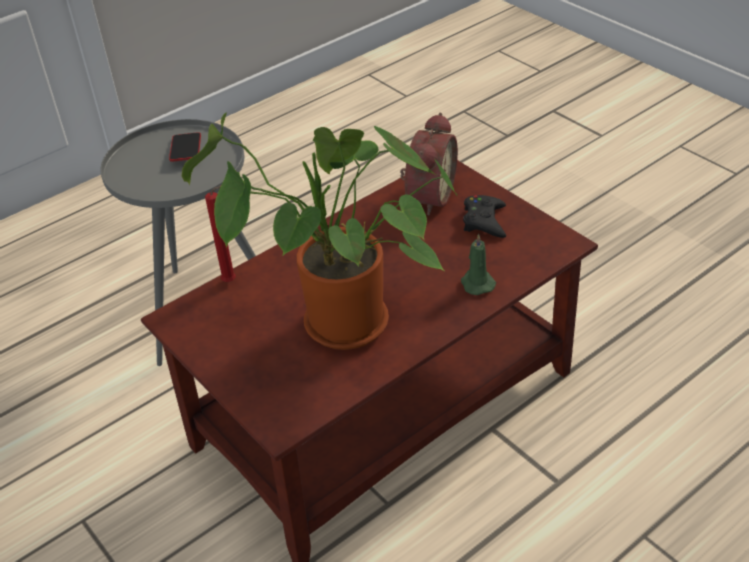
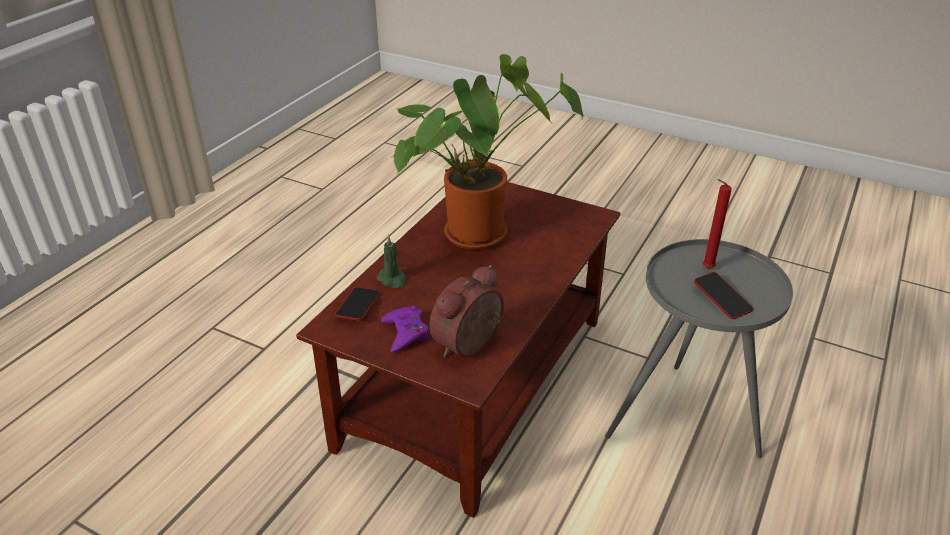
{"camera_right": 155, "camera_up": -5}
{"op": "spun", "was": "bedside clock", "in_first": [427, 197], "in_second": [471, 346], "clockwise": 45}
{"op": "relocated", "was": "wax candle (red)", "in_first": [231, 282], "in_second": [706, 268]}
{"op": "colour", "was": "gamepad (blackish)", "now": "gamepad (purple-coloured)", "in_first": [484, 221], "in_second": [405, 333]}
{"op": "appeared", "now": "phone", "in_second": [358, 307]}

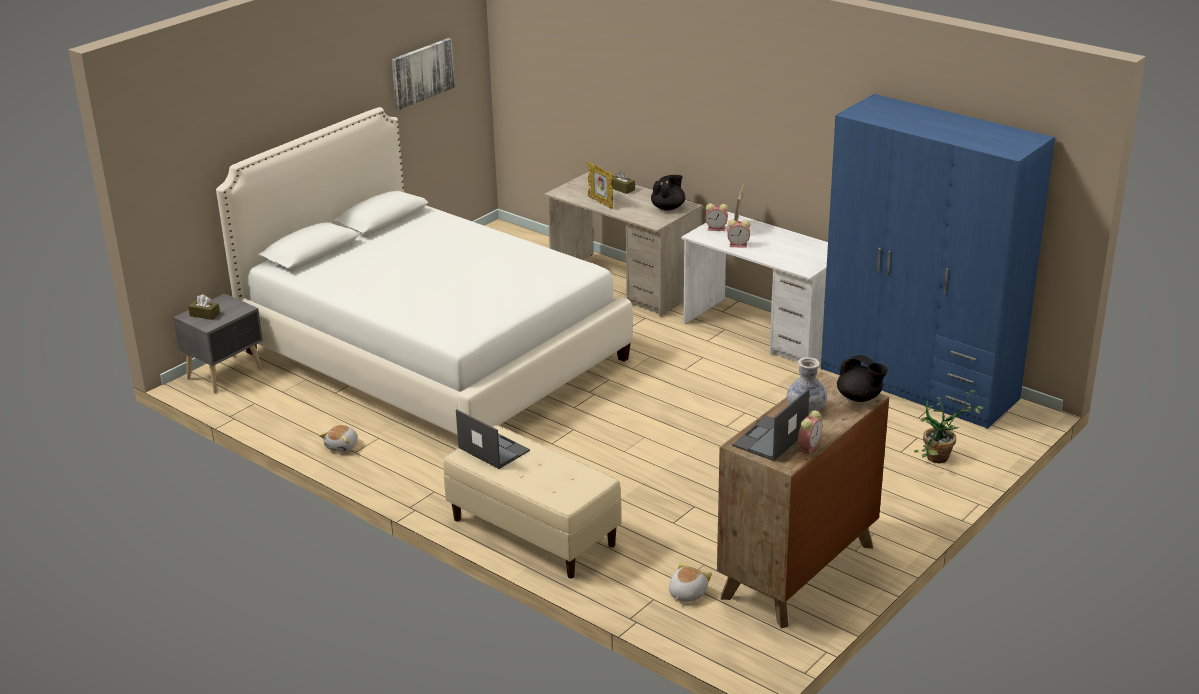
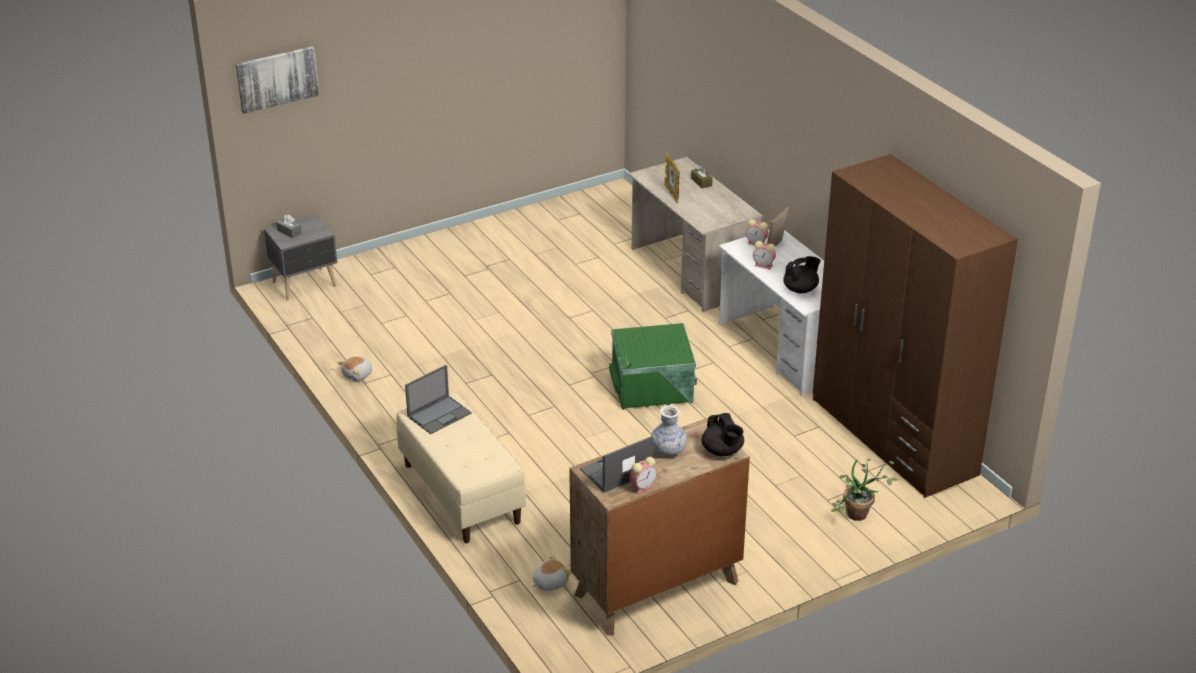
{"camera_right": 20, "camera_up": 5}
{"op": "relocated", "was": "wall picture", "in_first": [422, 73], "in_second": [277, 78]}
{"op": "colour", "was": "armoire (blue)", "now": "armoire (brownish)", "in_first": [919, 384], "in_second": [893, 437]}
{"op": "missing", "was": "bedroom bed (whitish)", "in_first": [434, 355]}
{"op": "relocated", "was": "teapot (blackish)", "in_first": [668, 208], "in_second": [801, 289]}
{"op": "colour", "was": "box of tissues (brownish)", "now": "box of tissues (greyish)", "in_first": [204, 315], "in_second": [289, 232]}
{"op": "spun", "was": "notebook computer", "in_first": [493, 449], "in_second": [439, 414], "clockwise": 75}
{"op": "appeared", "now": "storage box (greenish)", "in_second": [653, 389]}

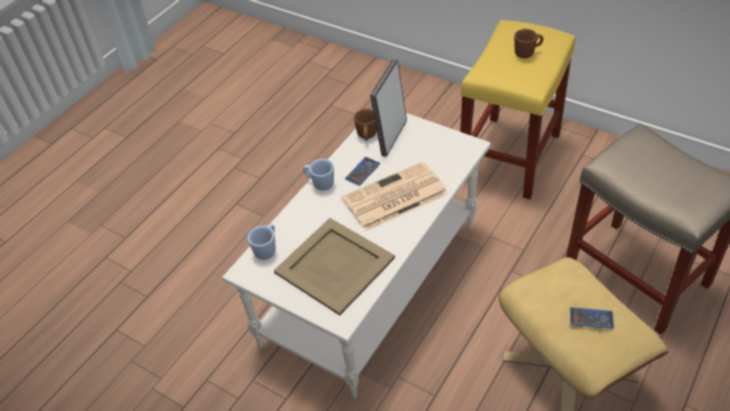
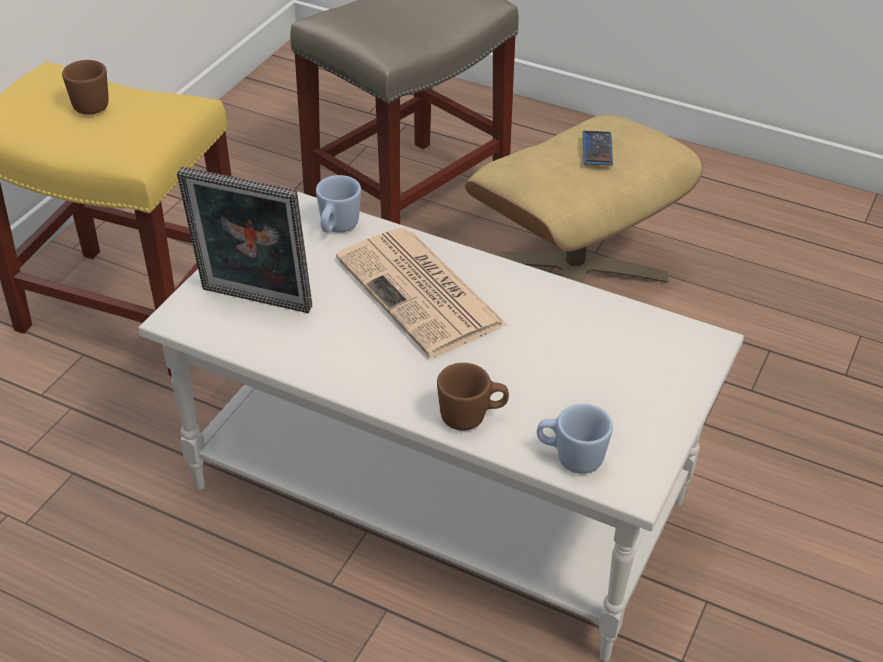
{"camera_right": -100, "camera_up": -5}
{"op": "relocated", "was": "coffee mug (brownish)", "in_first": [366, 136], "in_second": [471, 417]}
{"op": "missing", "was": "phone", "in_first": [362, 171]}
{"op": "relocated", "was": "coffee mug (blue)", "in_first": [320, 183], "in_second": [337, 228]}
{"op": "missing", "was": "tray (beige-coloured)", "in_first": [333, 265]}

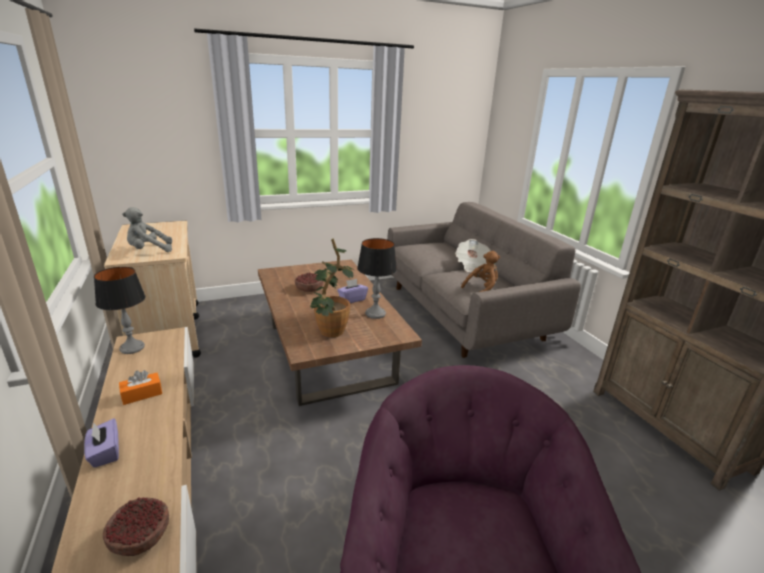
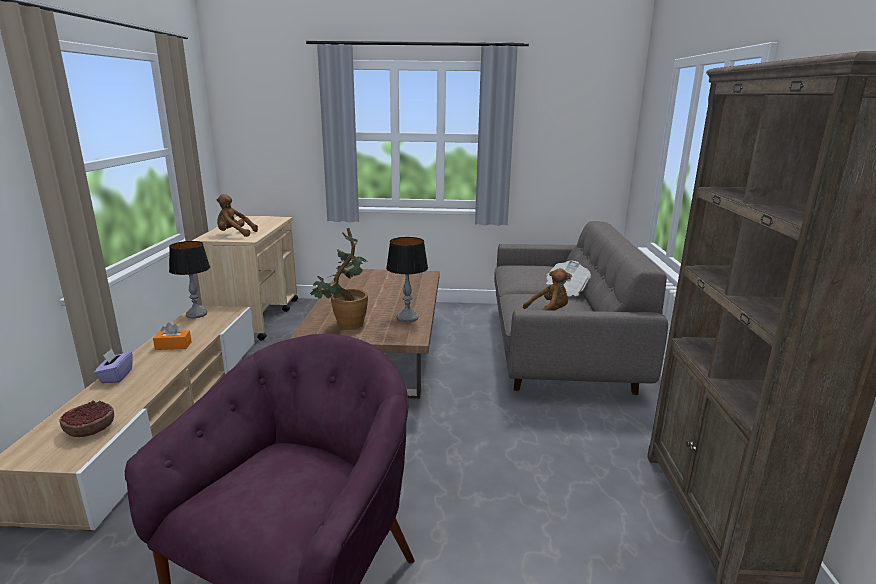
{"camera_right": 25, "camera_up": -5}
{"op": "colour", "was": "soft toy (greyish)", "now": "soft toy (brownish)", "in_first": [149, 250], "in_second": [234, 234]}
{"op": "missing", "was": "bowl", "in_first": [309, 288]}
{"op": "missing", "was": "box of tissues (purple-coloured)", "in_first": [352, 299]}

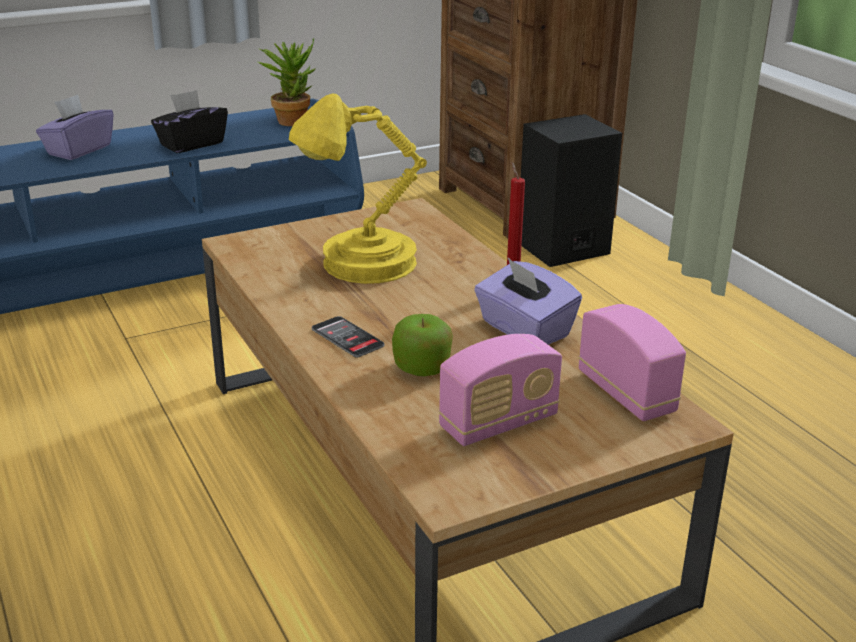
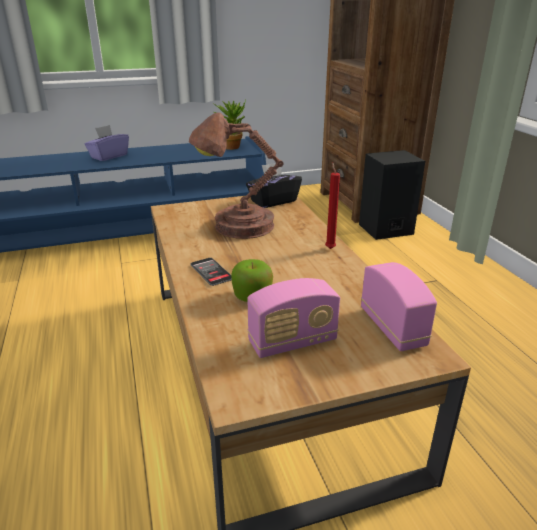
{"camera_right": 10, "camera_up": 0}
{"op": "relocated", "was": "box of tissues (blackish)", "in_first": [191, 144], "in_second": [273, 201]}
{"op": "colour", "was": "lamp for a table (yellow-coloured)", "now": "lamp for a table (brownish)", "in_first": [362, 265], "in_second": [239, 227]}
{"op": "missing", "was": "box of tissues (purple-coloured)", "in_first": [524, 330]}

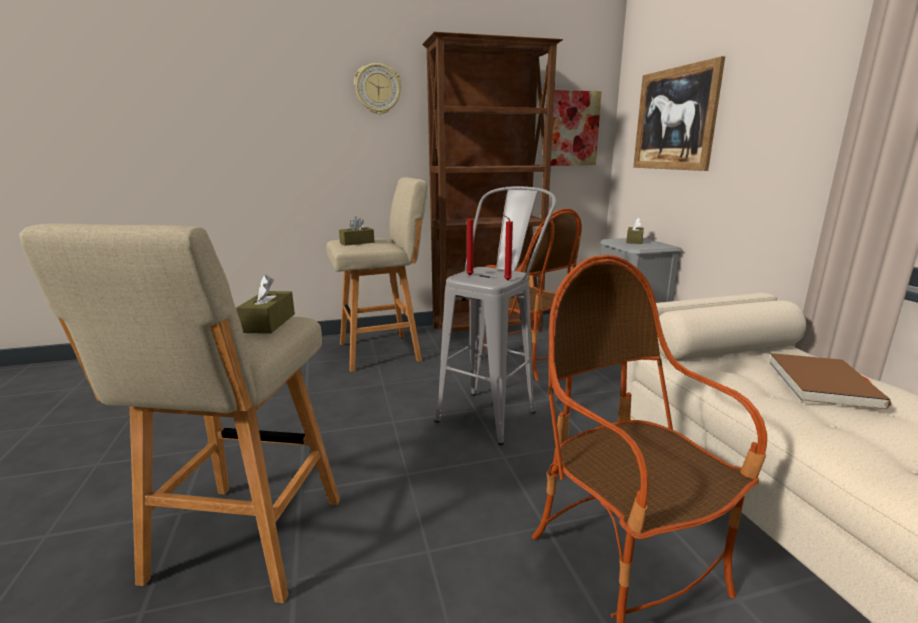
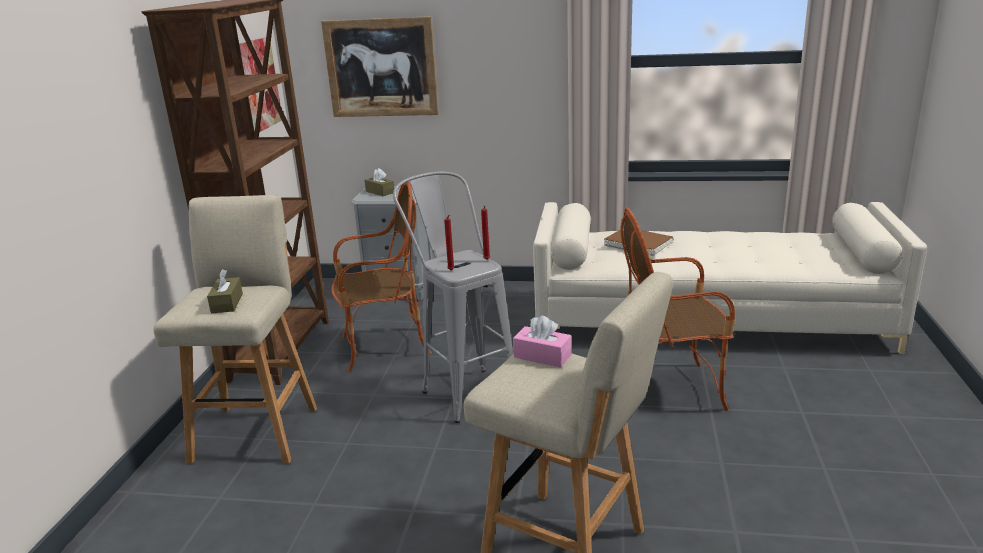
{"camera_right": -65, "camera_up": 5}
{"op": "missing", "was": "wall clock", "in_first": [377, 89]}
{"op": "colour", "was": "box of tissues (brownish)", "now": "box of tissues (pink-coloured)", "in_first": [268, 323], "in_second": [542, 356]}

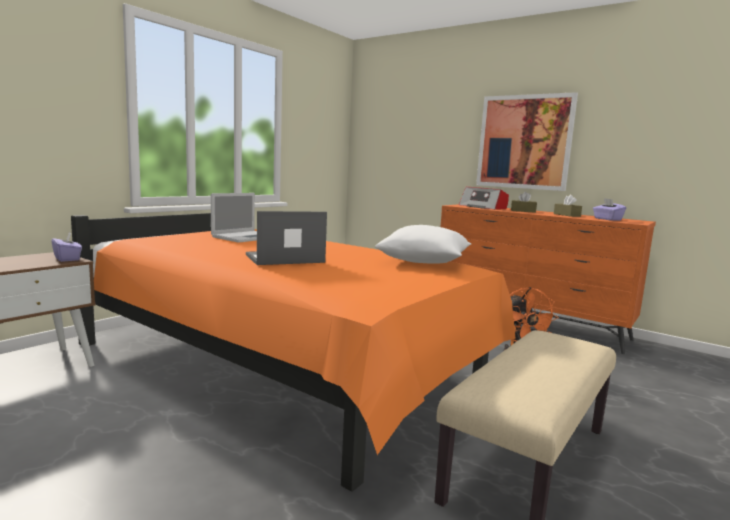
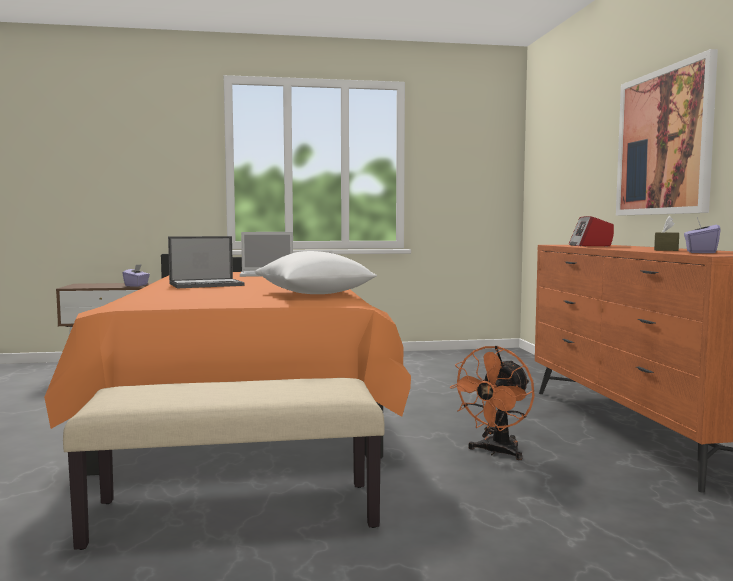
{"camera_right": 45, "camera_up": -5}
{"op": "missing", "was": "box of tissues (brownish)", "in_first": [523, 211]}
{"op": "spun", "was": "notebook computer", "in_first": [283, 259], "in_second": [207, 284], "clockwise": 135}

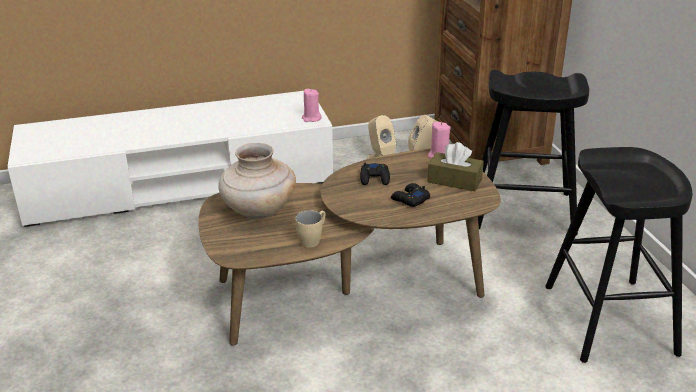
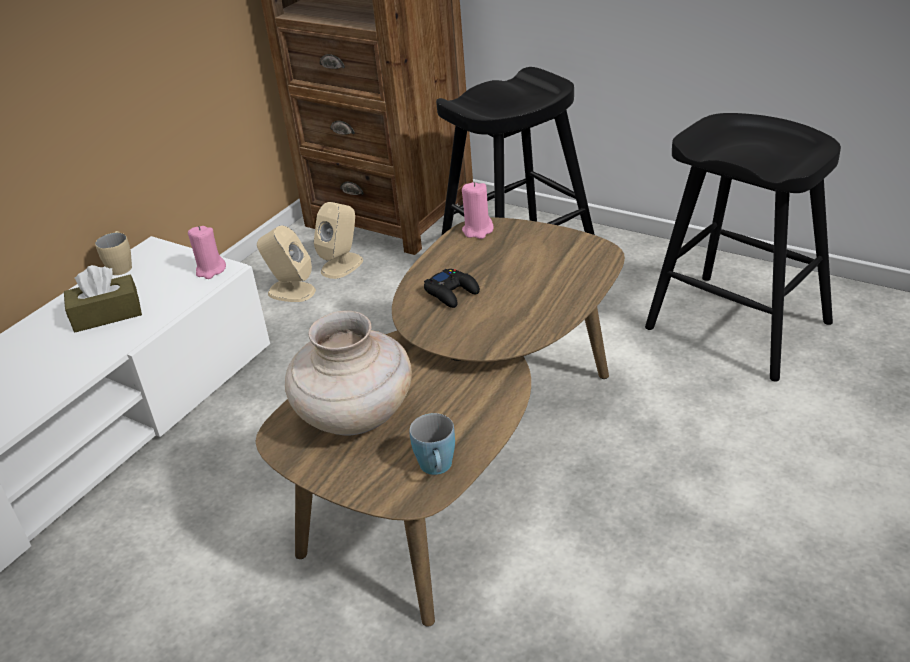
{"camera_right": -40, "camera_up": 5}
{"op": "relocated", "was": "box of tissues (brownish)", "in_first": [454, 181], "in_second": [107, 315]}
{"op": "missing", "was": "gamepad (blackish)", "in_first": [410, 199]}
{"op": "relocated", "was": "coffee mug (beige-coloured)", "in_first": [313, 239], "in_second": [121, 265]}
{"op": "appeared", "now": "coffee mug (blue)", "in_second": [437, 469]}

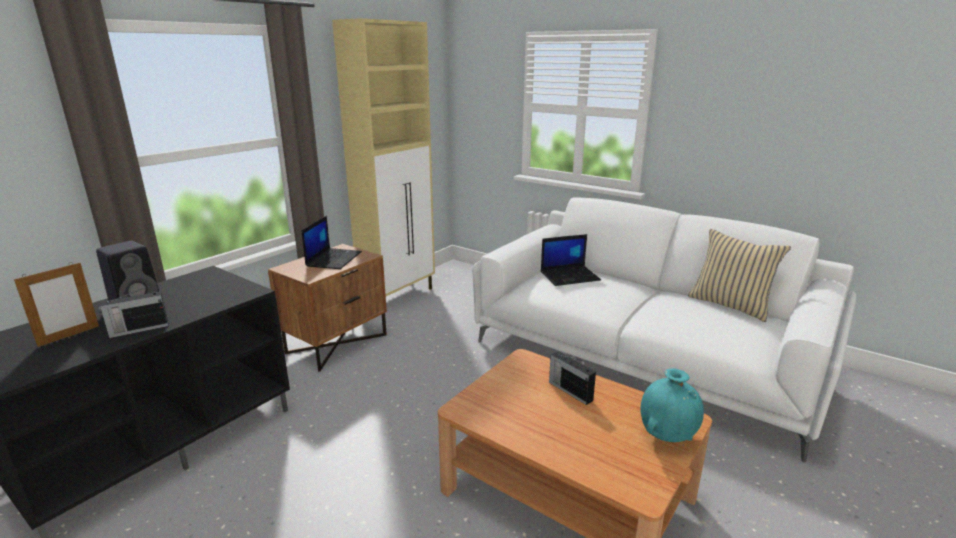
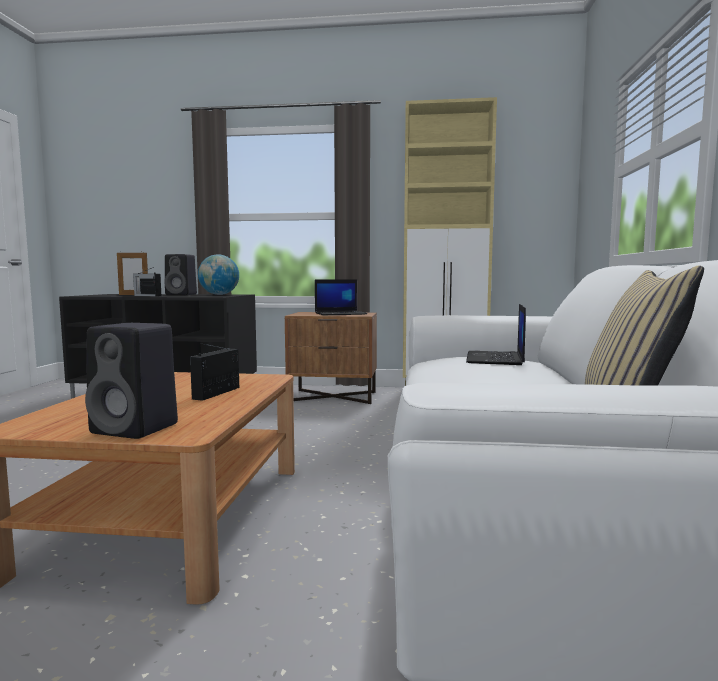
{"camera_right": 60, "camera_up": -15}
{"op": "spun", "was": "notebook computer", "in_first": [570, 276], "in_second": [495, 359], "clockwise": 60}
{"op": "exchanged", "was": "flower vase (turquoise-coloured)", "now": "loudspeaker (blackish)", "in_first": [667, 436], "in_second": [137, 429]}
{"op": "appeared", "now": "world globe", "in_second": [219, 294]}

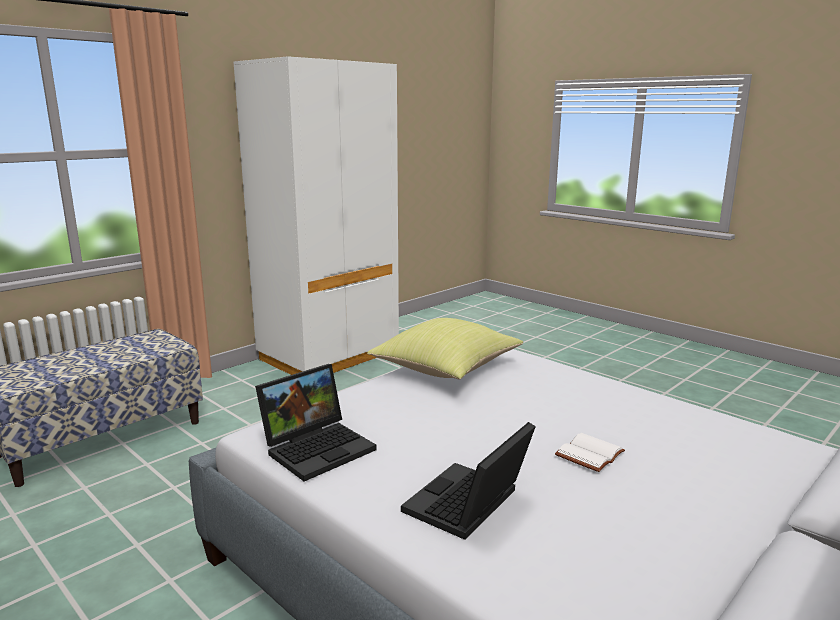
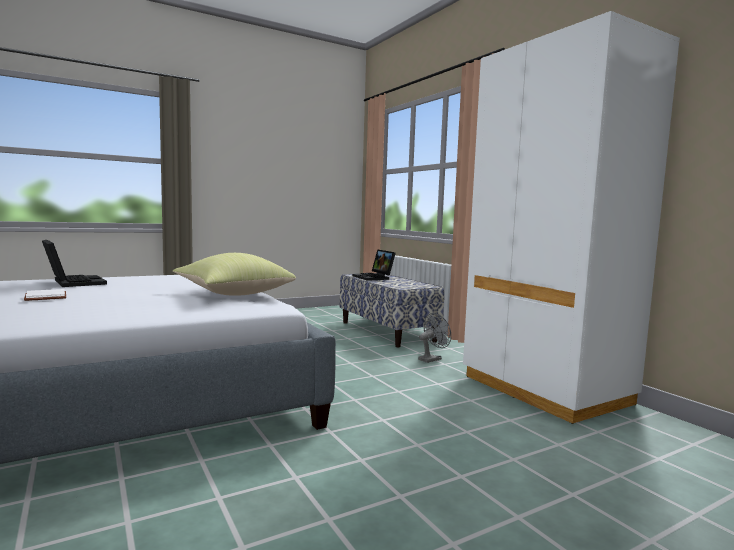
{"camera_right": 105, "camera_up": -10}
{"op": "relocated", "was": "notebook computer", "in_first": [319, 447], "in_second": [374, 277]}
{"op": "appeared", "now": "electric fan (greyish)", "in_second": [432, 359]}

